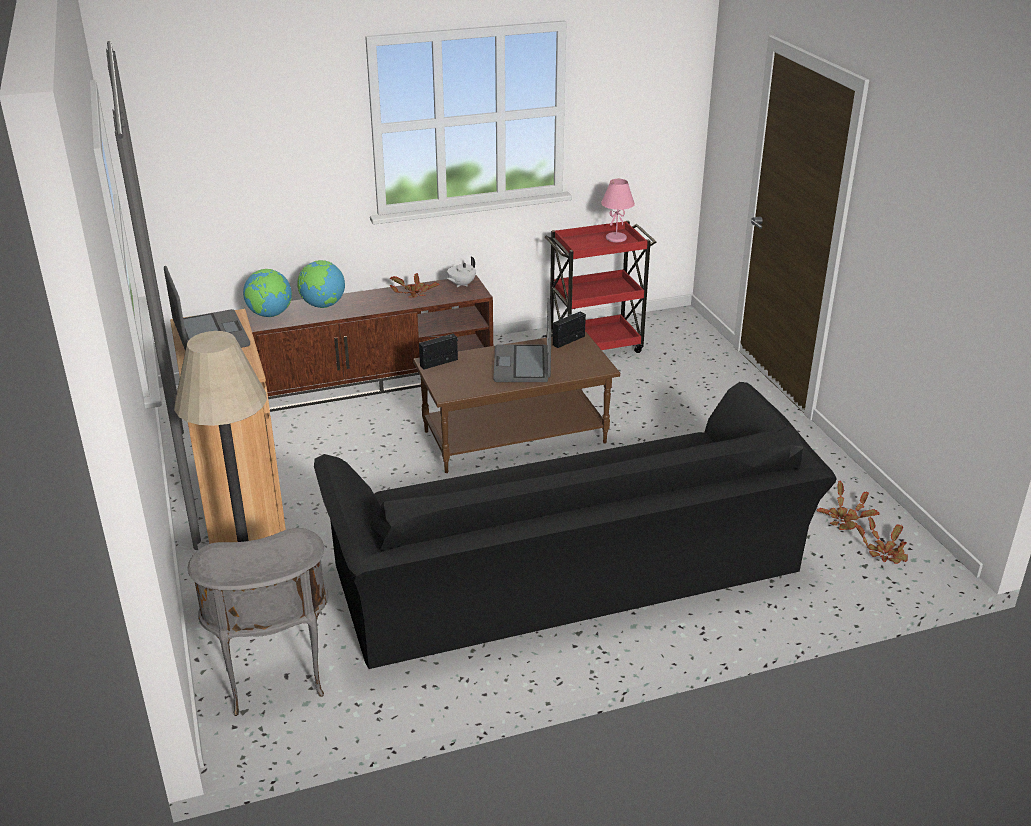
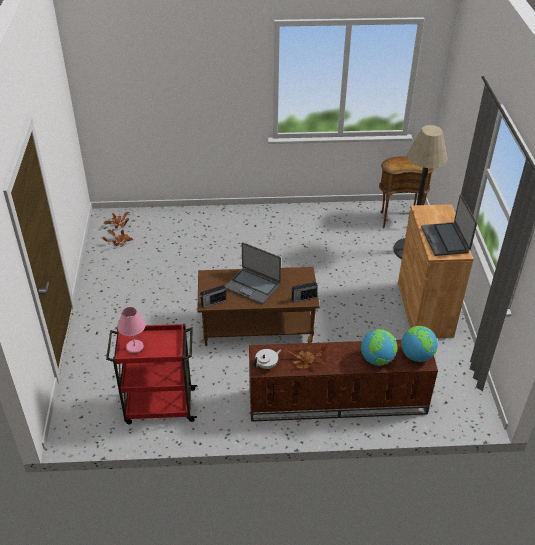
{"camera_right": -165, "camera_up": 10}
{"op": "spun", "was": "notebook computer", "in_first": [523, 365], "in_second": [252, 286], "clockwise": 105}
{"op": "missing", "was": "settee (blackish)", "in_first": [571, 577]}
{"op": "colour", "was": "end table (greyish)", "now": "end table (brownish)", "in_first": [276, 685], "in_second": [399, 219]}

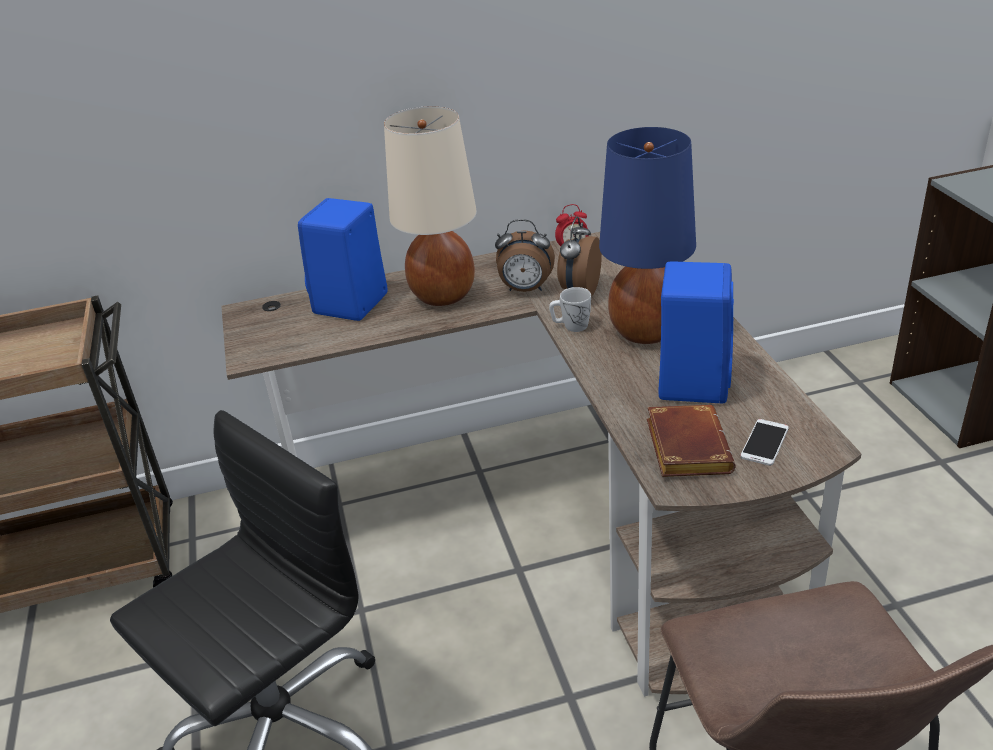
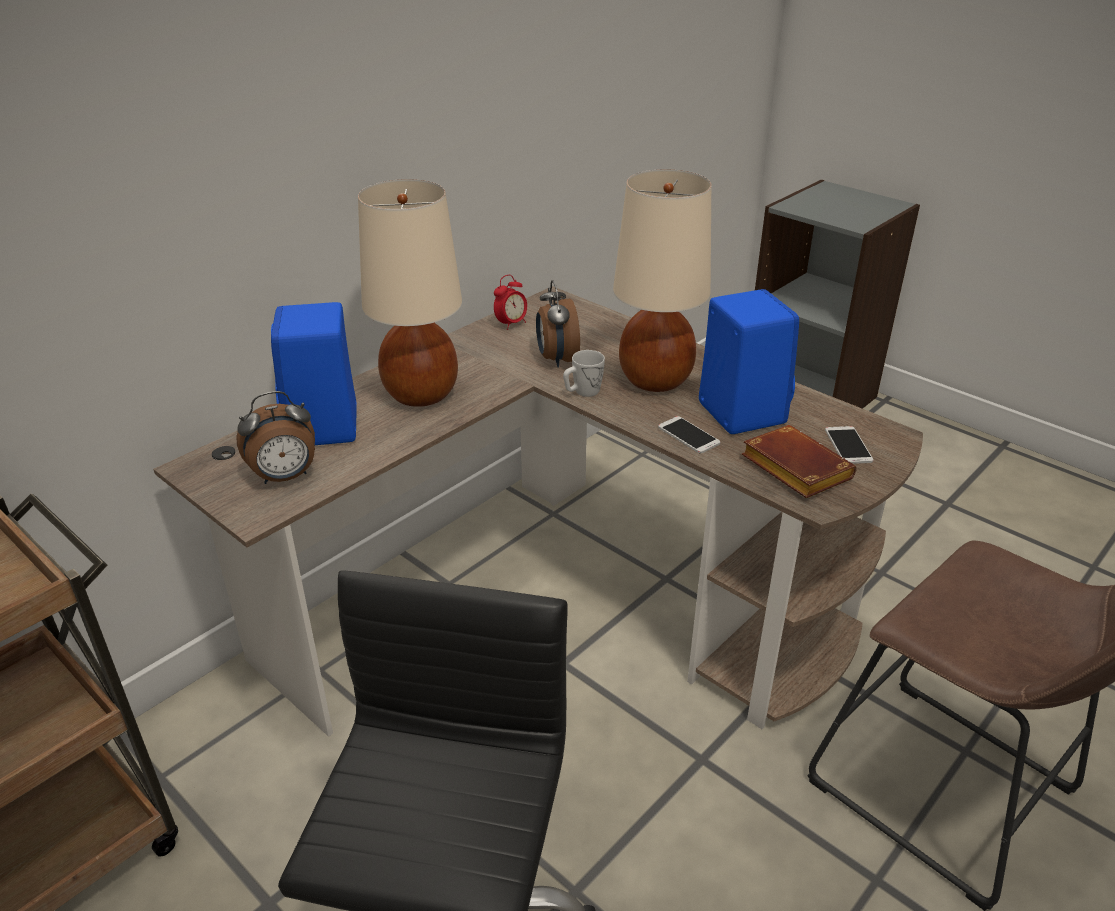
{"camera_right": -35, "camera_up": 0}
{"op": "colour", "was": "lamp for a table (blue)", "now": "lamp for a table (beige-coloured)", "in_first": [646, 332], "in_second": [656, 380]}
{"op": "relocated", "was": "bedside clock", "in_first": [525, 289], "in_second": [285, 477]}
{"op": "appeared", "now": "phone", "in_second": [688, 435]}

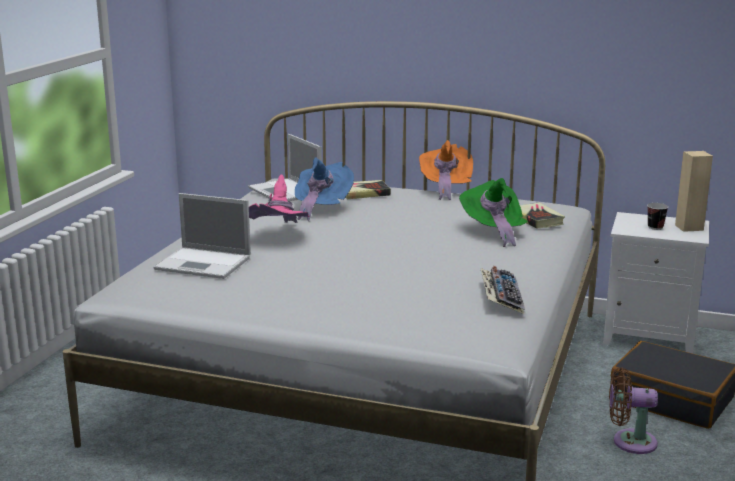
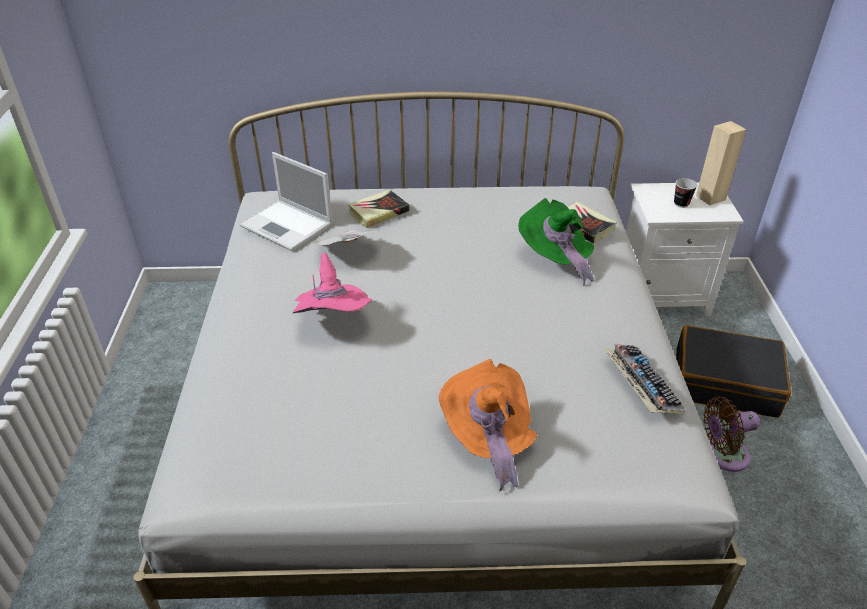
{"camera_right": -20, "camera_up": 20}
{"op": "relocated", "was": "clothing hat (orangey)", "in_first": [445, 188], "in_second": [488, 438]}
{"op": "exchanged", "was": "clothing hat (blue)", "now": "printed paper", "in_first": [321, 208], "in_second": [347, 252]}
{"op": "missing", "was": "notebook computer", "in_first": [205, 263]}

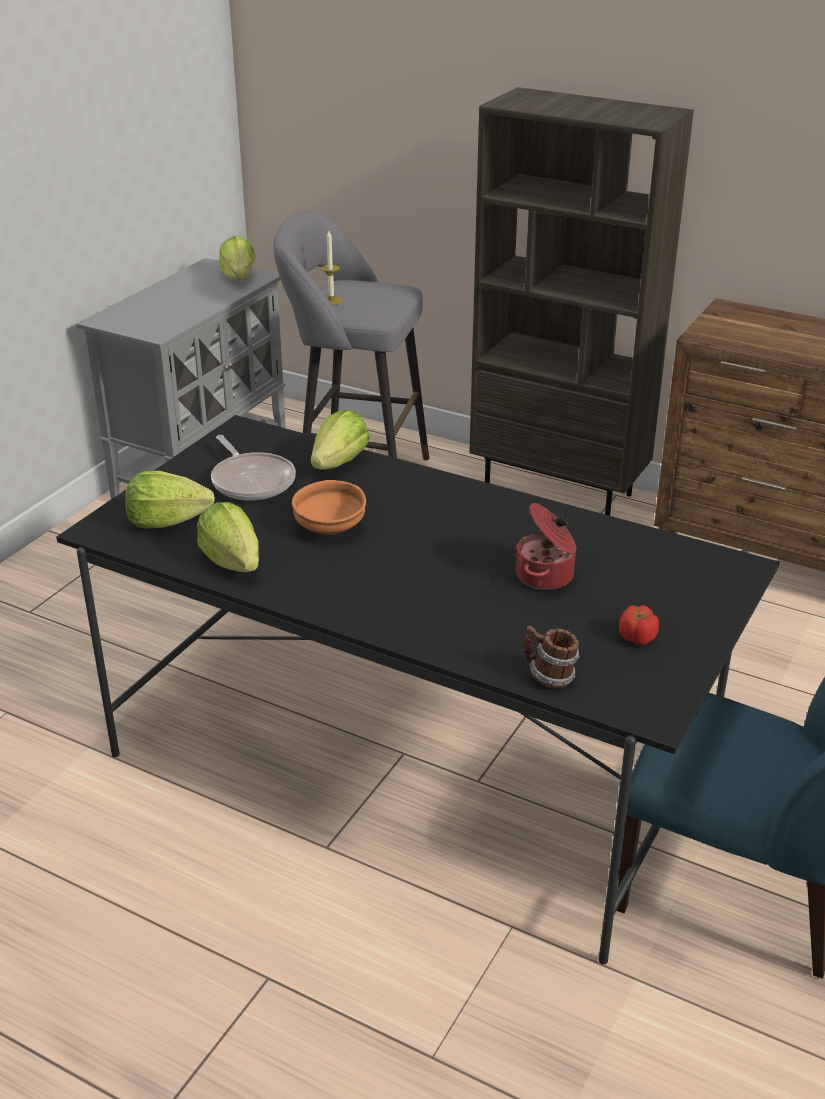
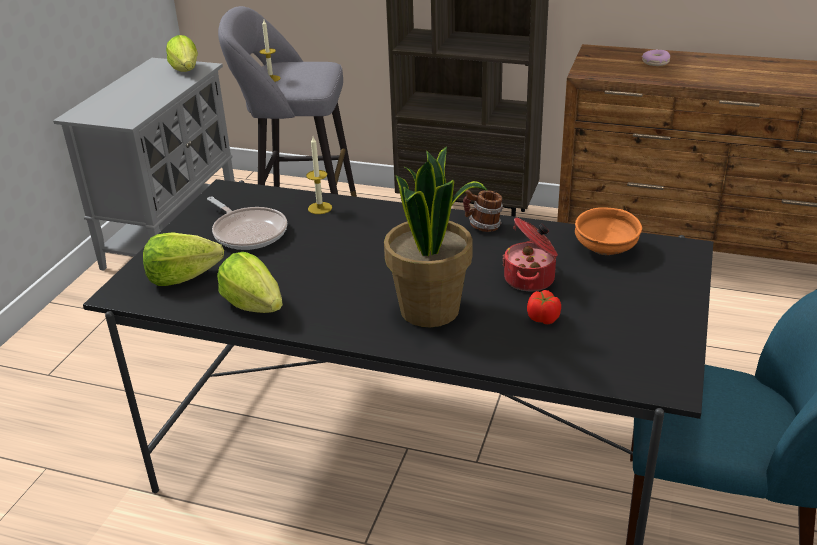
{"camera_right": -10, "camera_up": 0}
{"op": "exchanged", "was": "head of lettuce", "now": "wax candle", "in_first": [339, 463], "in_second": [320, 208]}
{"op": "relocated", "was": "bowl (orangey)", "in_first": [329, 528], "in_second": [605, 250]}
{"op": "relocated", "was": "tomato", "in_first": [637, 638], "in_second": [543, 318]}
{"op": "relocated", "was": "coffee mug", "in_first": [549, 677], "in_second": [483, 226]}
{"op": "appeared", "now": "ring doughnut", "in_second": [655, 63]}
{"op": "appeared", "now": "houseplant", "in_second": [431, 310]}

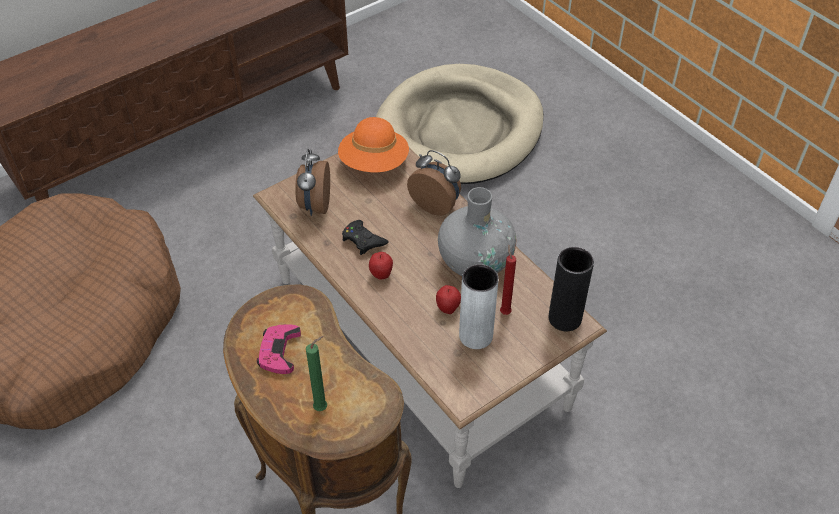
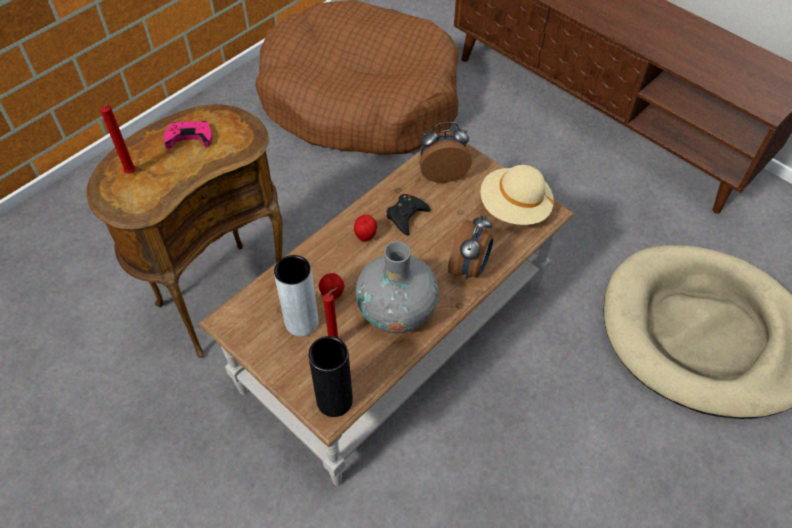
{"camera_right": 80, "camera_up": 5}
{"op": "colour", "was": "clothing hat (orangey)", "now": "clothing hat (beige-coloured)", "in_first": [374, 163], "in_second": [514, 208]}
{"op": "colour", "was": "wax candle (greenish)", "now": "wax candle (red)", "in_first": [323, 407], "in_second": [131, 174]}

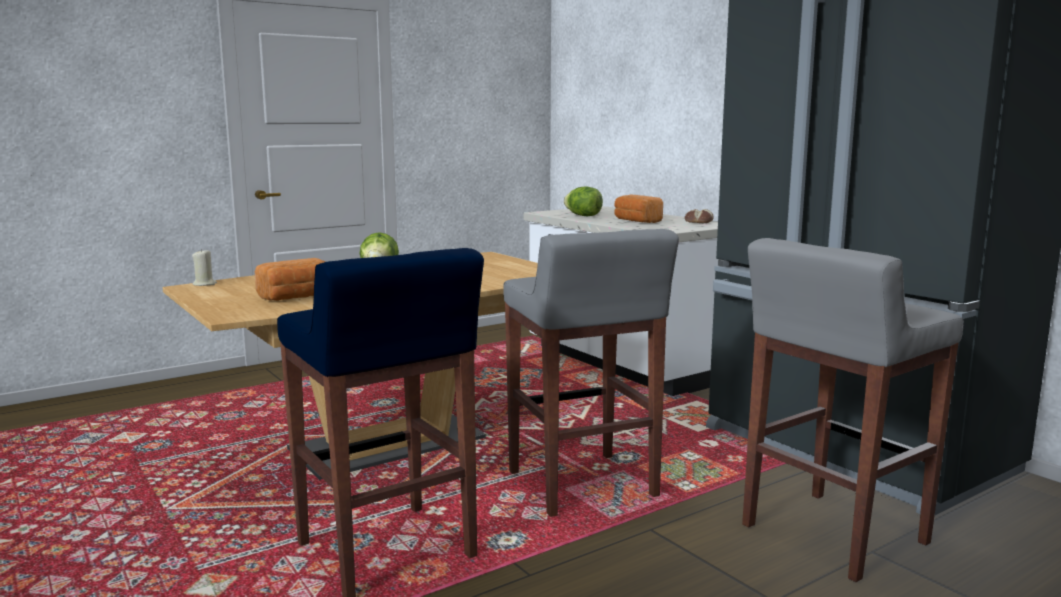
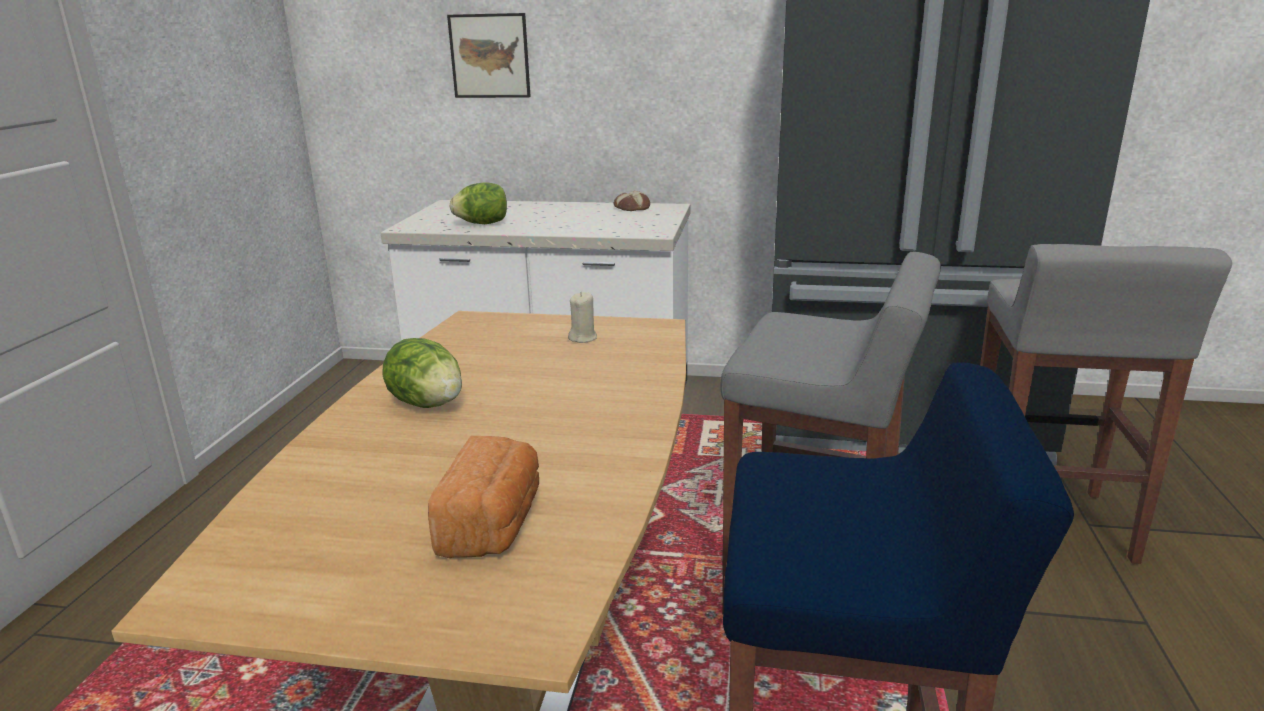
{"camera_right": -45, "camera_up": 10}
{"op": "missing", "was": "bakery bread", "in_first": [636, 221]}
{"op": "relocated", "was": "wax candle (beige-coloured)", "in_first": [205, 284], "in_second": [583, 338]}
{"op": "appeared", "now": "wall picture", "in_second": [489, 56]}

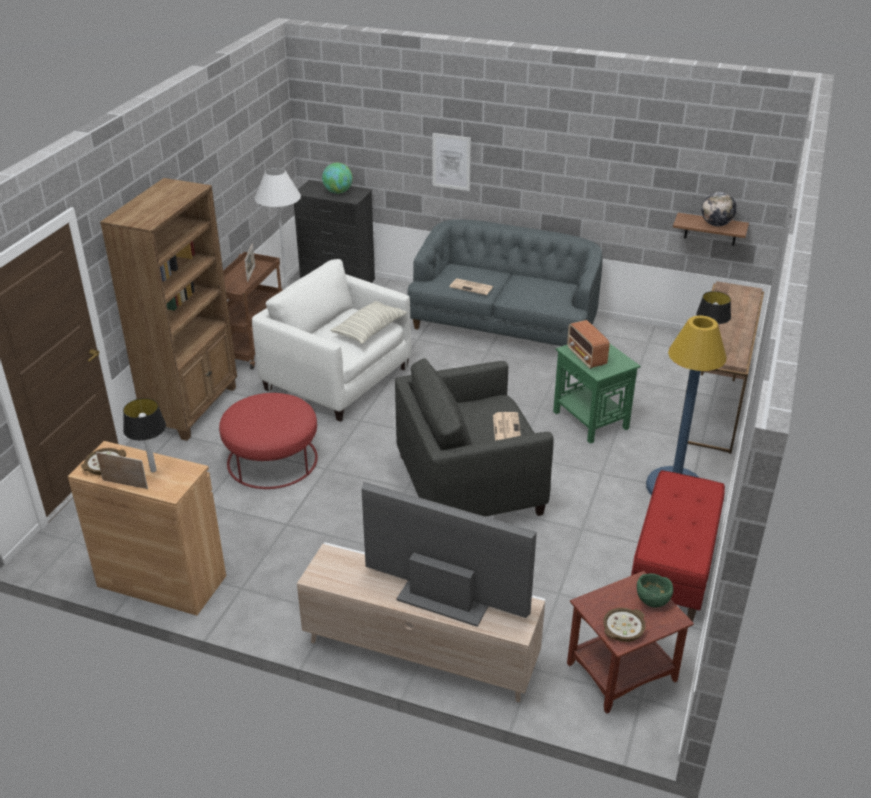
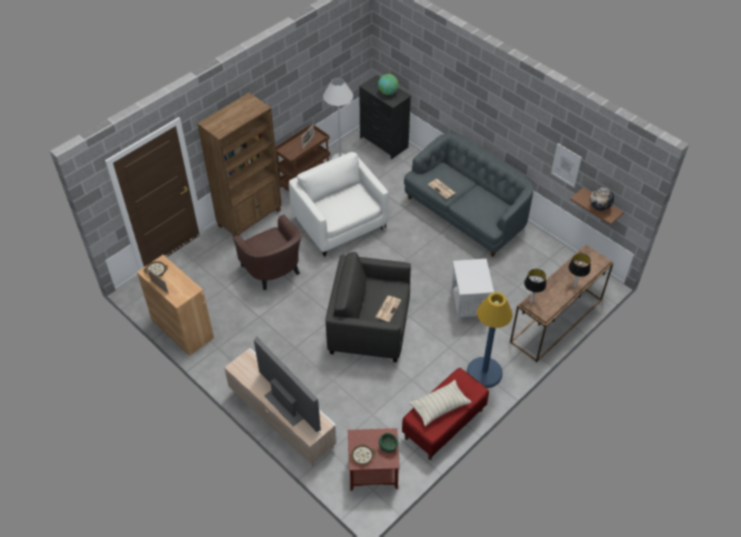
{"camera_right": 25, "camera_up": 15}
{"op": "relocated", "was": "wall picture", "in_first": [451, 162], "in_second": [566, 165]}
{"op": "relocated", "was": "cushion", "in_first": [369, 330], "in_second": [439, 406]}
{"op": "missing", "was": "radio receiver", "in_first": [586, 357]}
{"op": "colour", "was": "end table (greenish)", "now": "end table (whitish)", "in_first": [591, 420], "in_second": [469, 307]}
{"op": "exchanged", "was": "pouffe (red)", "now": "armchair (brownish)", "in_first": [272, 460], "in_second": [273, 271]}
{"op": "relocated", "was": "lamp for a table", "in_first": [153, 470], "in_second": [574, 286]}

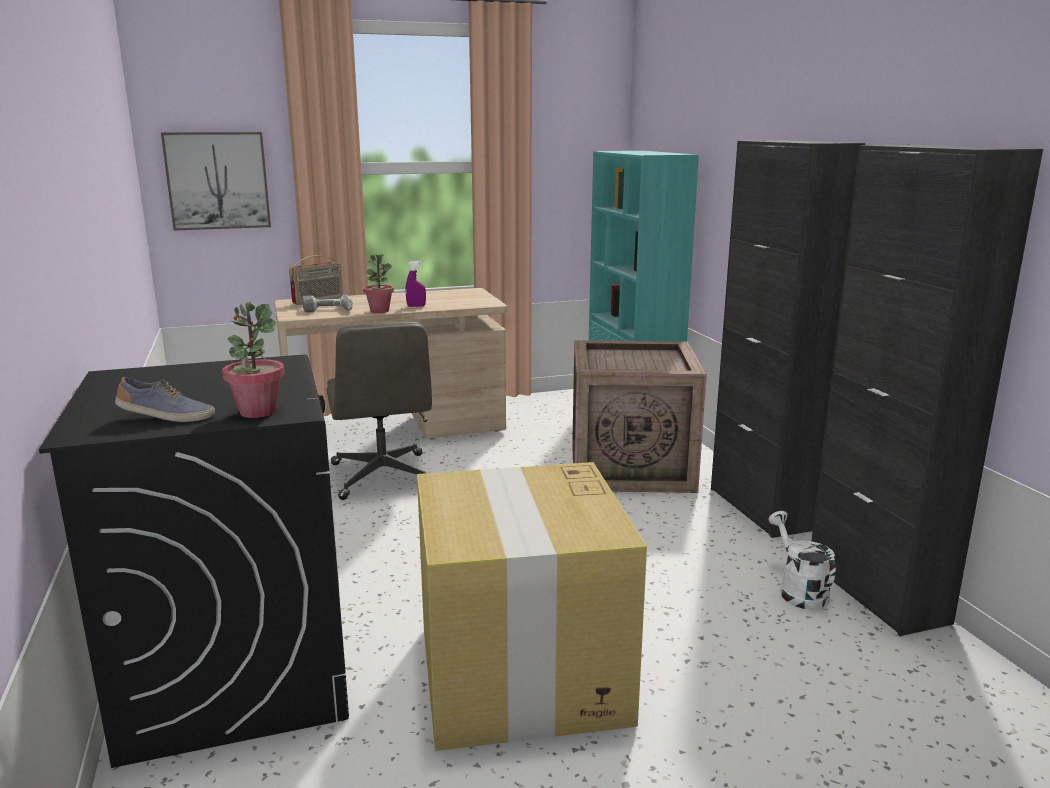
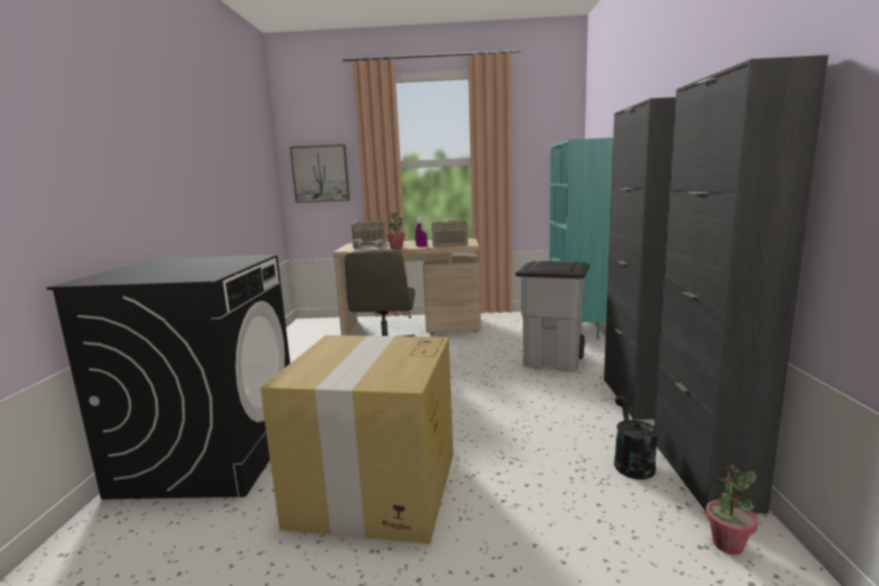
{"camera_right": 20, "camera_up": -5}
{"op": "relocated", "was": "houseplant", "in_first": [257, 411], "in_second": [727, 544]}
{"op": "exchanged", "was": "packing crate", "now": "rubbish bin (greyish)", "in_first": [632, 466], "in_second": [554, 360]}
{"op": "missing", "was": "shoe", "in_first": [166, 417]}
{"op": "colour", "was": "watering can (whitish)", "now": "watering can (blackish)", "in_first": [798, 590], "in_second": [631, 462]}
{"op": "appeared", "now": "radio receiver", "in_second": [450, 246]}

